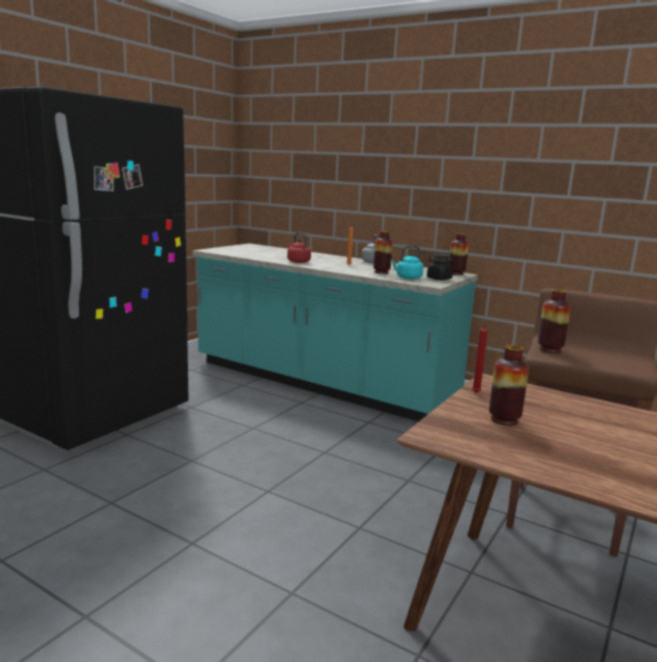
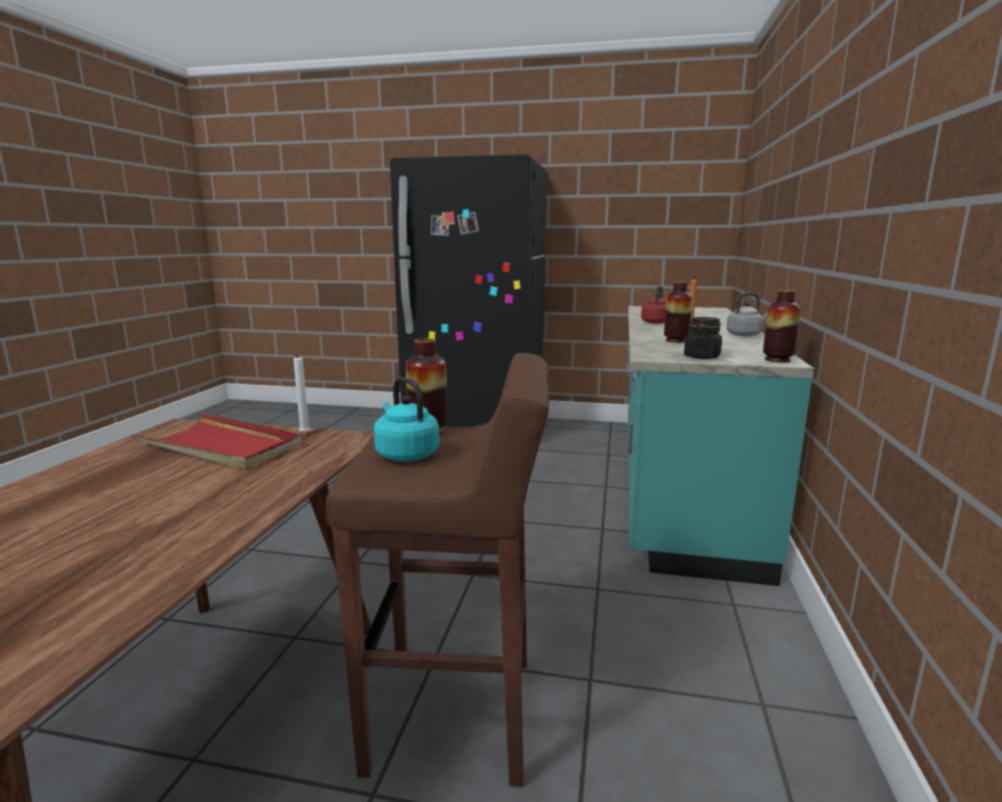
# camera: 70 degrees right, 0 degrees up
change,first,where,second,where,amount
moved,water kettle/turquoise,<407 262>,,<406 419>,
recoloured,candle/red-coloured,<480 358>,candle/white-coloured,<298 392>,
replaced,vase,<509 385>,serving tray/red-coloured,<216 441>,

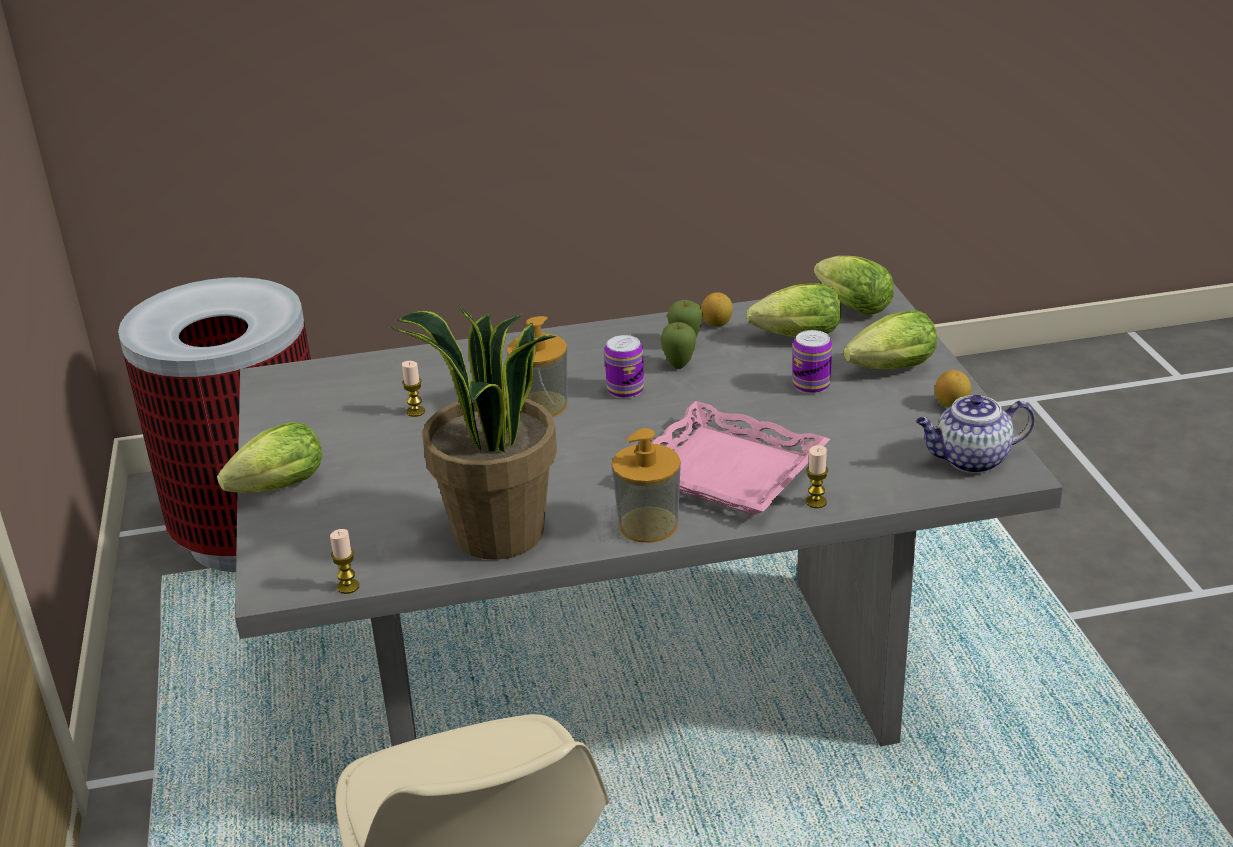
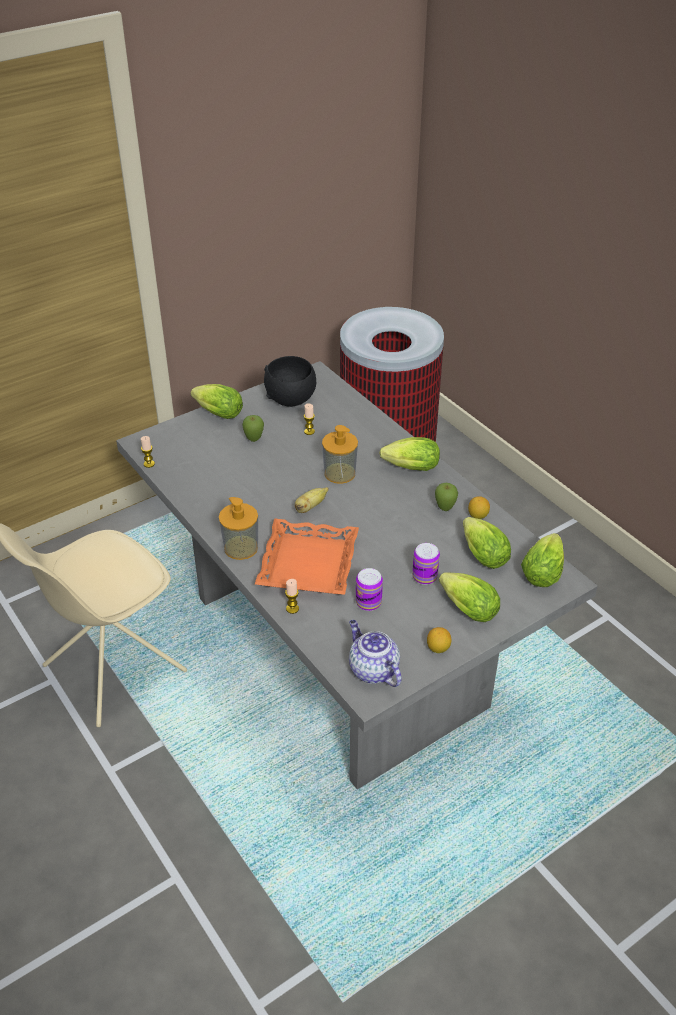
# camera: 65 degrees right, 10 degrees up
change,first,where,second,where,amount
removed,houseplant,<473 433>,,,
moved,whole apple,<678 345>,,<253 428>,
moved,sealed can,<624 367>,,<369 589>,
recoloured,serving tray/pink,<740 458>,serving tray/orange,<307 556>,
added,,,deep dish/blackish,<290 381>,
added,,,lettuce head,<409 454>,
added,,,banana,<311 500>,

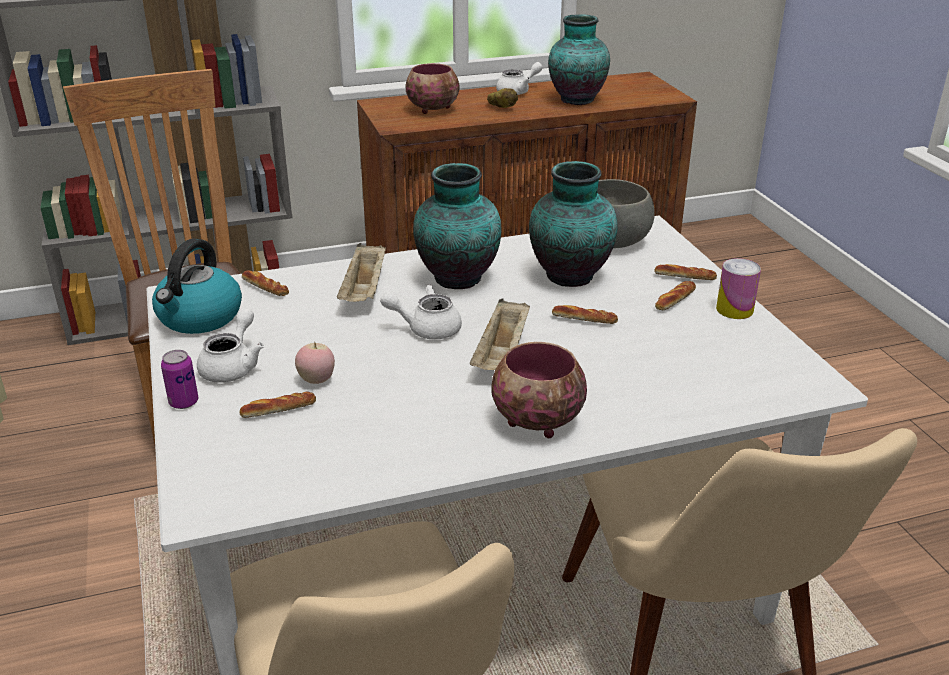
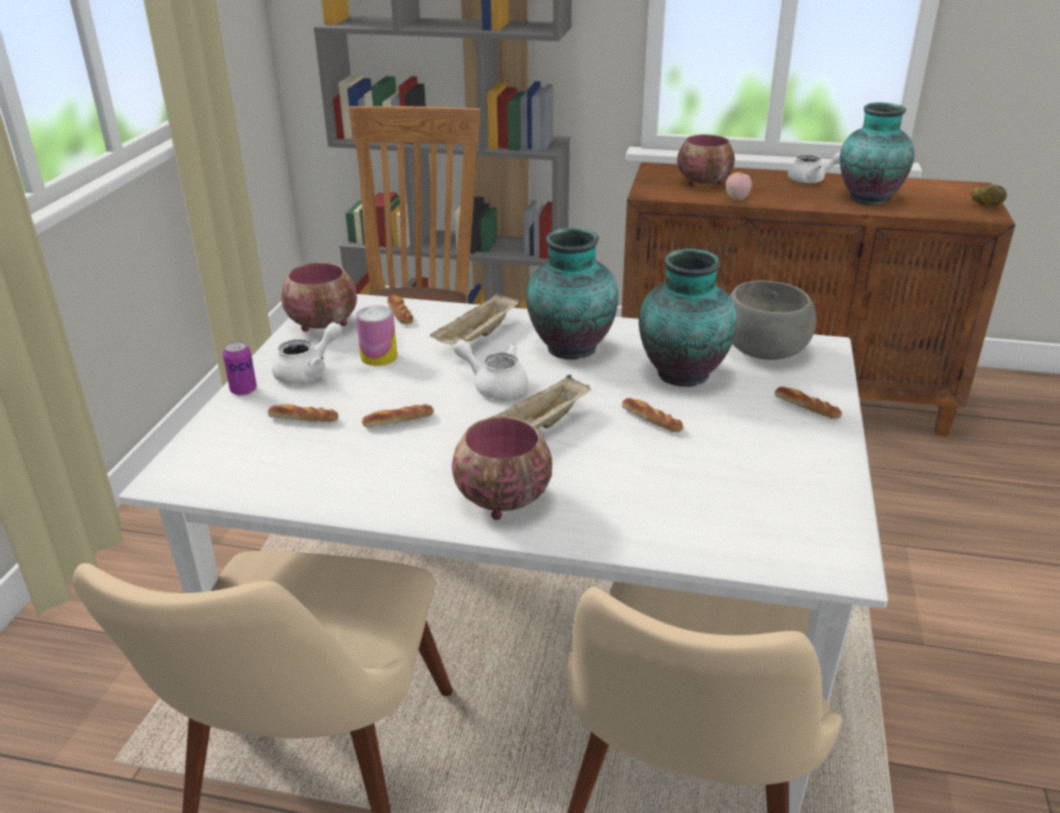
# camera: 30 degrees right, 0 degrees up
change,first,where,second,where,amount
moved,spud,<502 98>,,<988 195>,
replaced,water kettle,<197 286>,deep dish,<319 297>,
moved,sealed can,<738 288>,,<376 335>,
moved,bakery bread,<675 295>,,<398 415>,
moved,whole apple,<315 363>,,<738 185>,

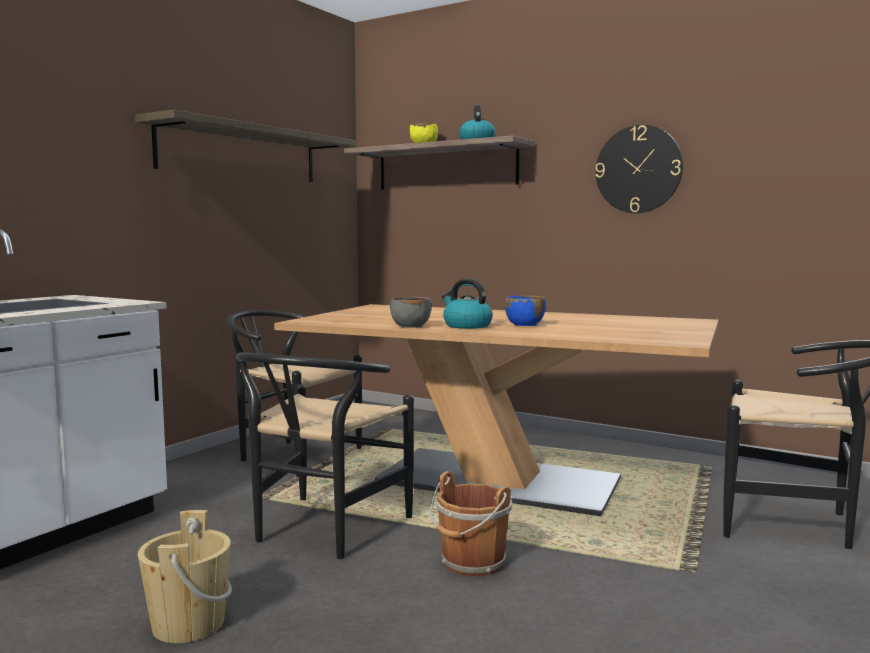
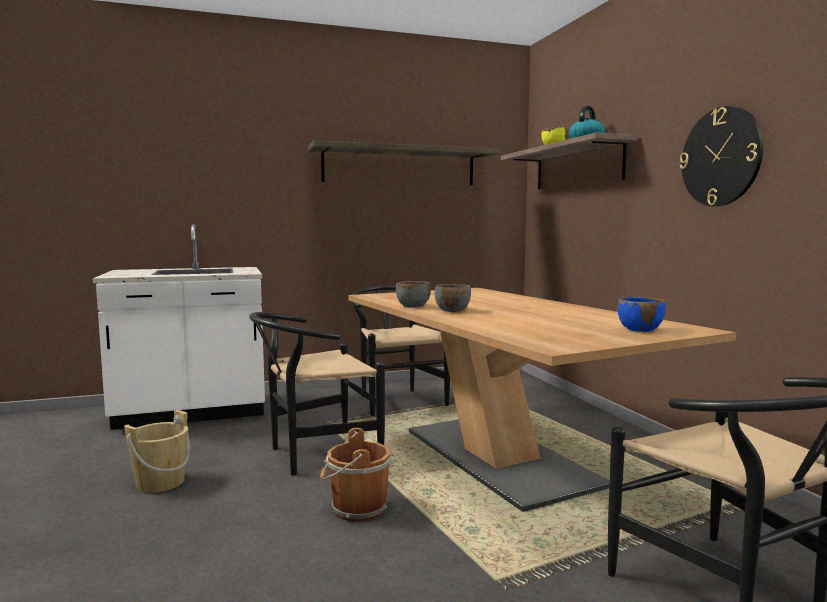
# camera: 40 degrees right, 0 degrees up
change,first,where,second,where,amount
replaced,water kettle,<467 304>,deep dish/greyish,<453 298>,
moved,deep dish/blue-coloured,<525 310>,,<642 314>,

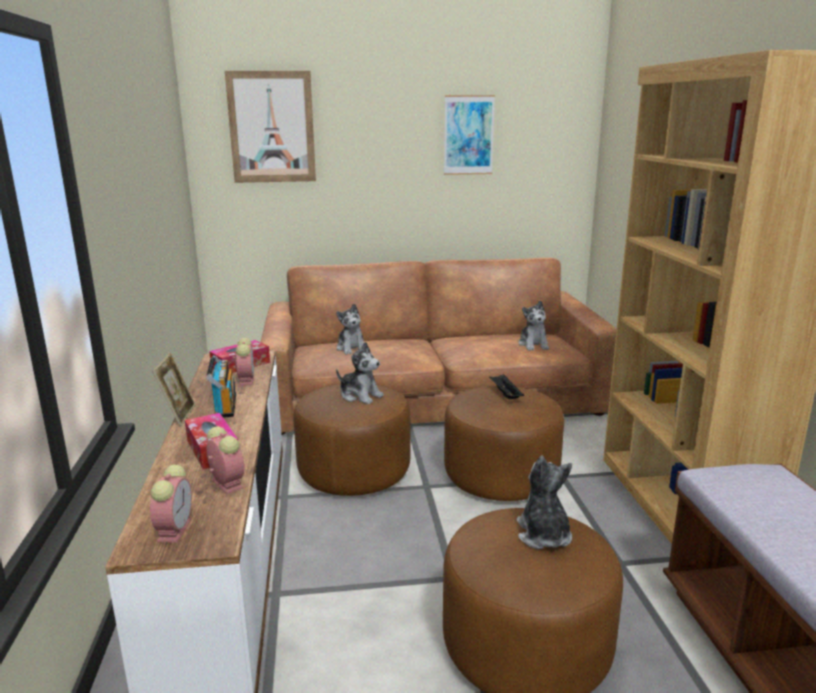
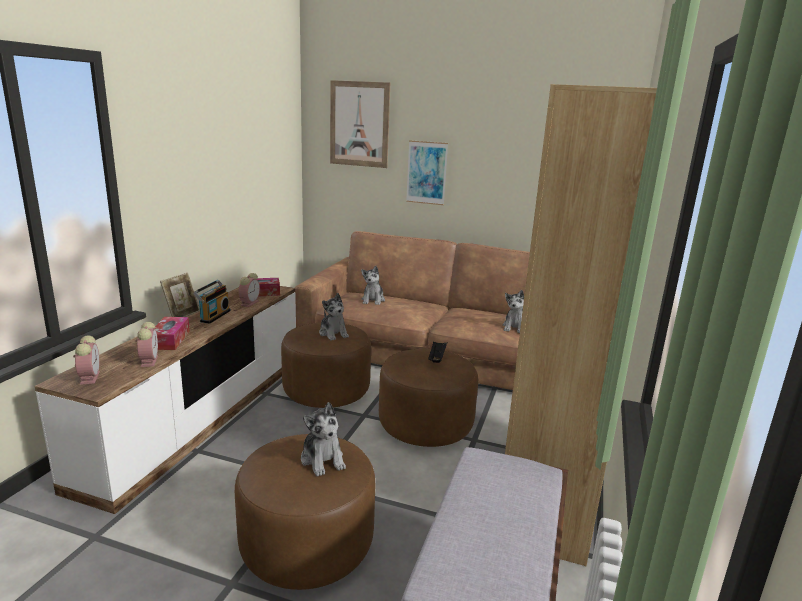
# camera: 25 degrees right, 0 degrees up
change,first,where,second,where,amount
moved,wall picture,<469 135>,,<427 172>,
turned,cuddly toy,<544 502>,,<323 439>,135 degrees clockwise
turned,alarm clock,<171 503>,,<86 360>,45 degrees counterclockwise

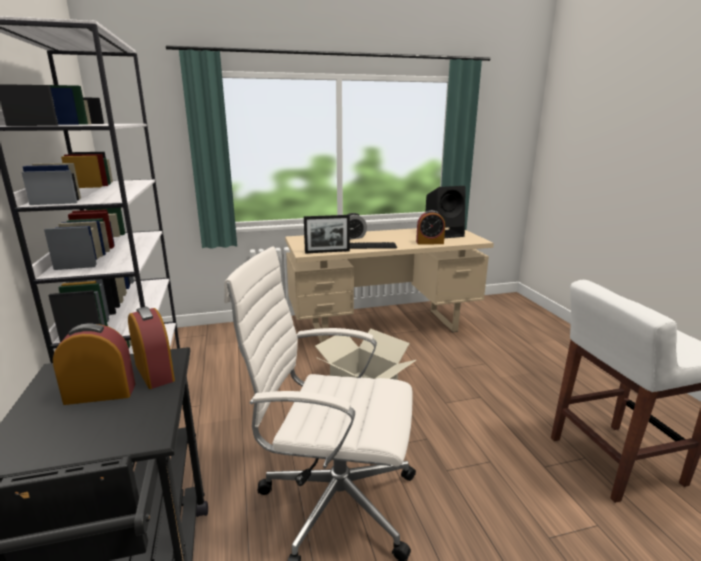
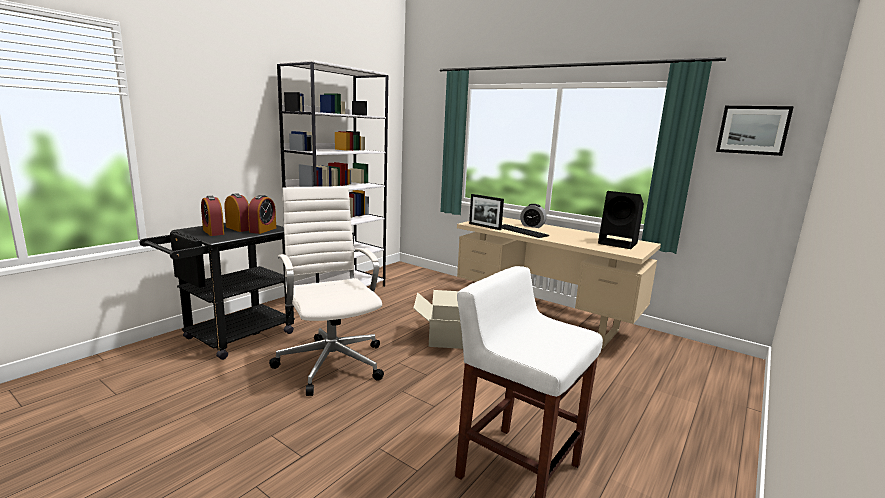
# camera: 50 degrees right, 5 degrees down
change,first,where,second,where,amount
moved,alarm clock,<430 227>,,<212 216>,
added,,,wall picture,<755 131>,

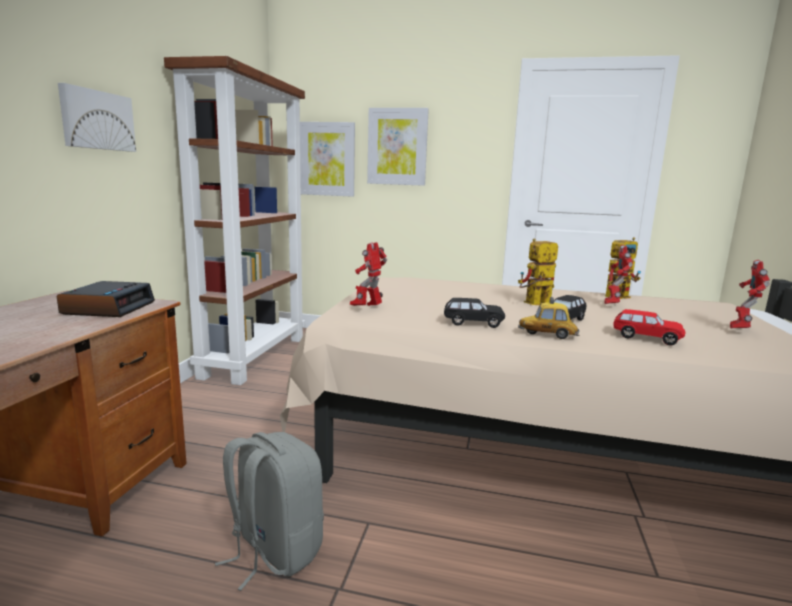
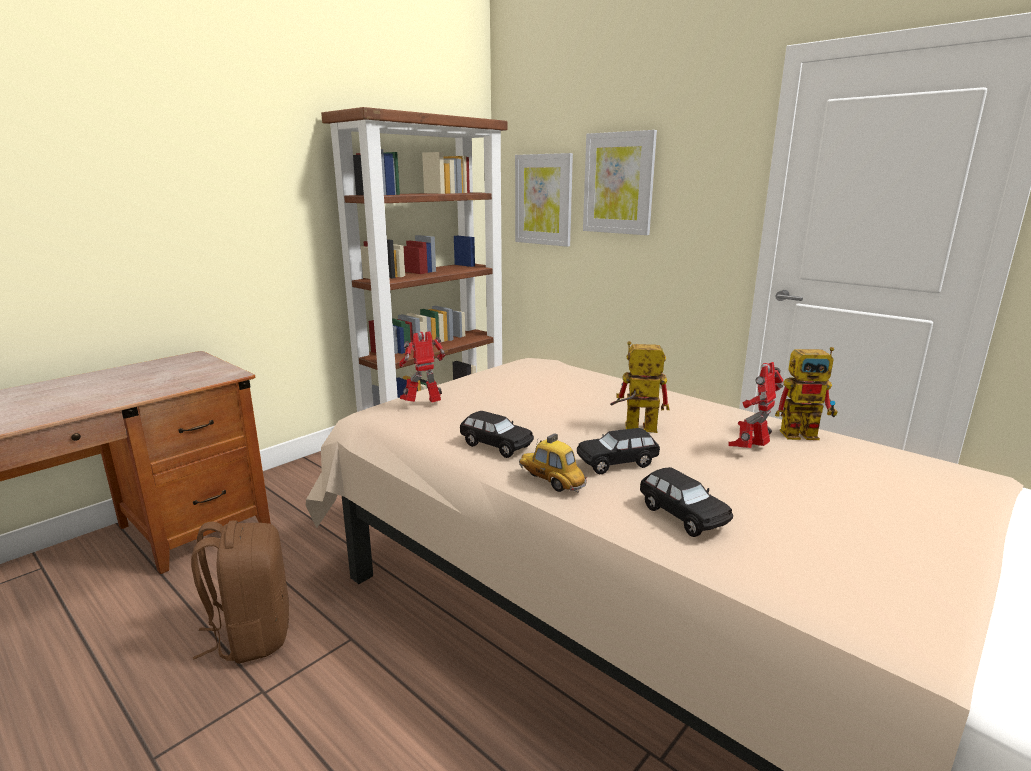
# camera: 30 degrees right, 5 degrees up
change,first,where,second,where,amount
removed,wall picture,<97 117>,,,
removed,robot figure,<750 294>,,,
removed,alarm clock,<105 299>,,,
recoloured,miniature car/red-coloured,<649 327>,miniature car/blackish,<686 502>,
recoloured,knapsack/greyish,<269 511>,knapsack/brownish,<240 592>,

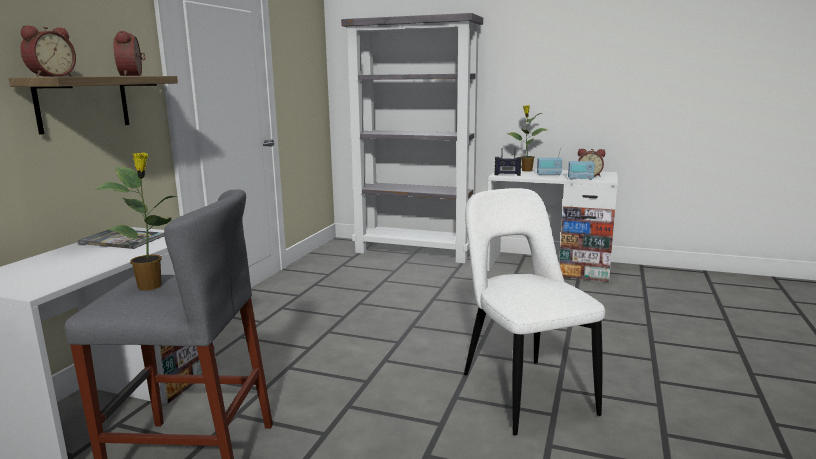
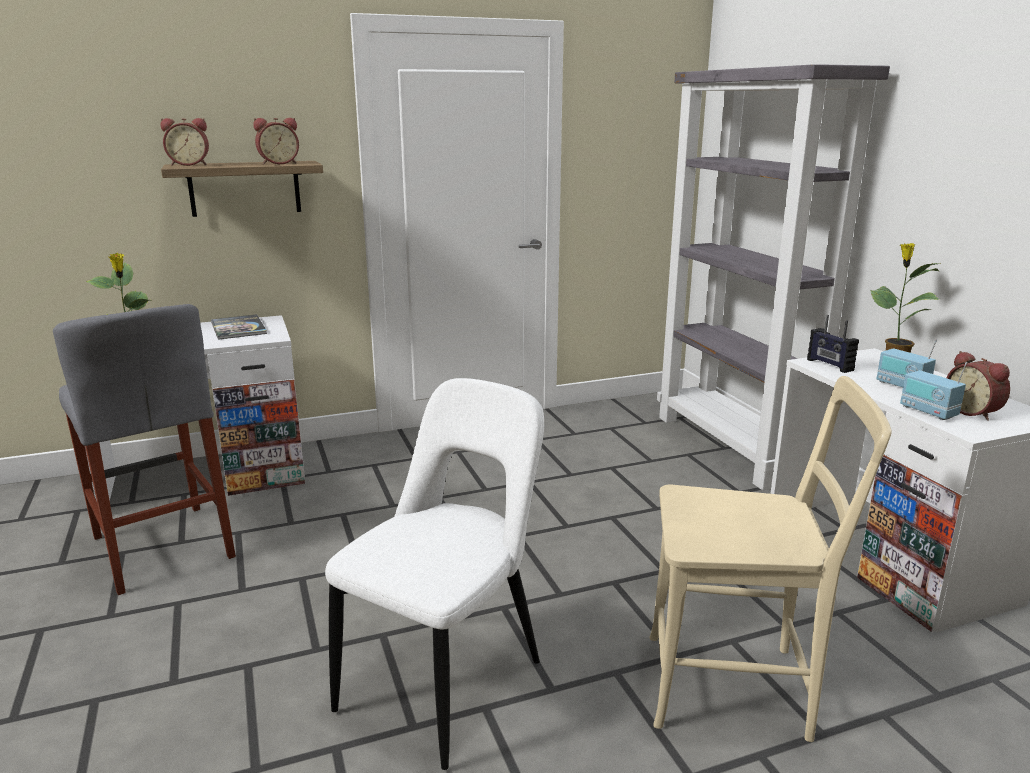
# camera: 50 degrees right, 5 degrees up
change,first,where,second,where,amount
turned,alarm clock,<129 53>,,<276 141>,150 degrees counterclockwise
added,,,upright chair/beige-coloured,<770 559>,

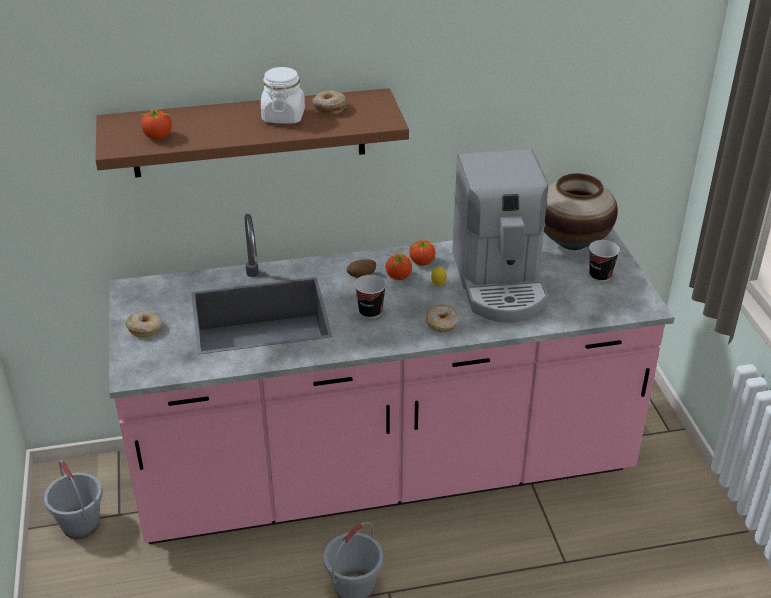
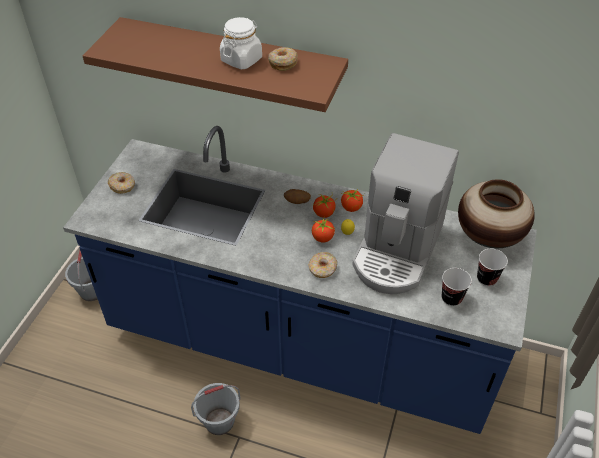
# camera: 30 degrees right, 10 degrees up
change,first,where,second,where,amount
moved,whole tomato,<156 124>,,<323 230>,
recoloured,kitchen counter/pink,<392 379>,kitchen counter/blue-coloured,<300 280>,
moved,drinking cup,<370 297>,,<457 287>,

